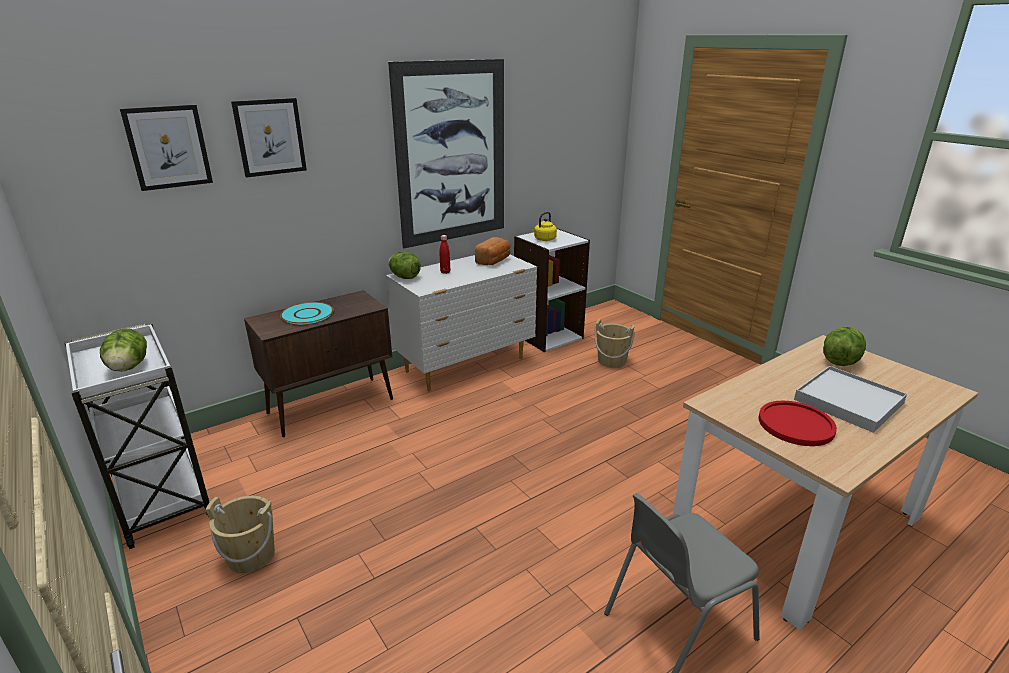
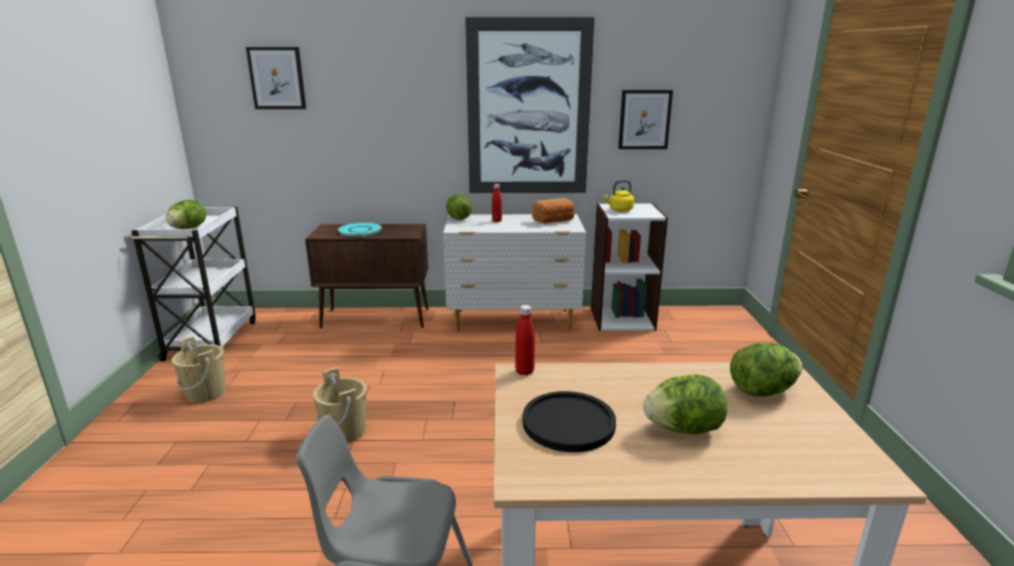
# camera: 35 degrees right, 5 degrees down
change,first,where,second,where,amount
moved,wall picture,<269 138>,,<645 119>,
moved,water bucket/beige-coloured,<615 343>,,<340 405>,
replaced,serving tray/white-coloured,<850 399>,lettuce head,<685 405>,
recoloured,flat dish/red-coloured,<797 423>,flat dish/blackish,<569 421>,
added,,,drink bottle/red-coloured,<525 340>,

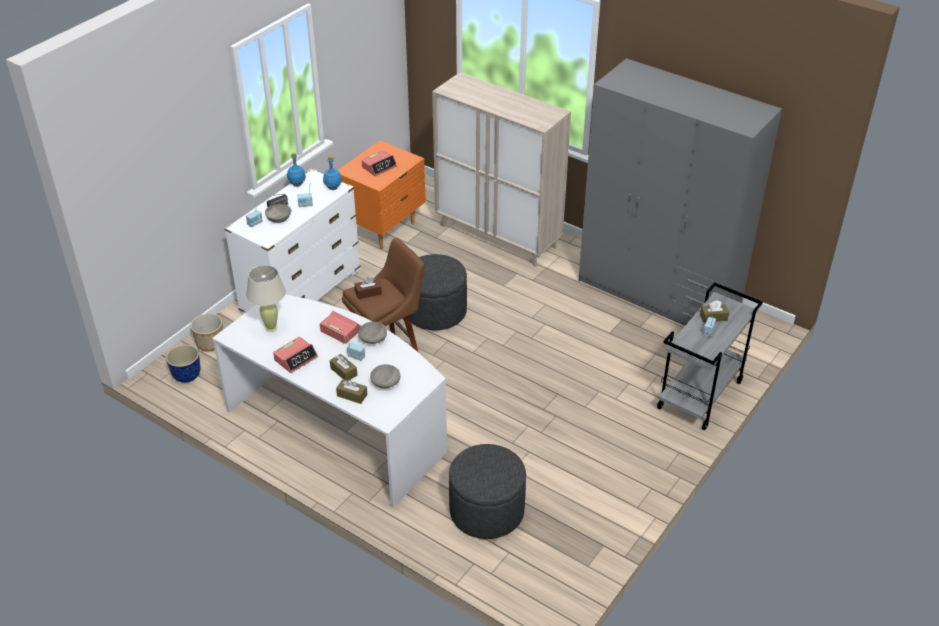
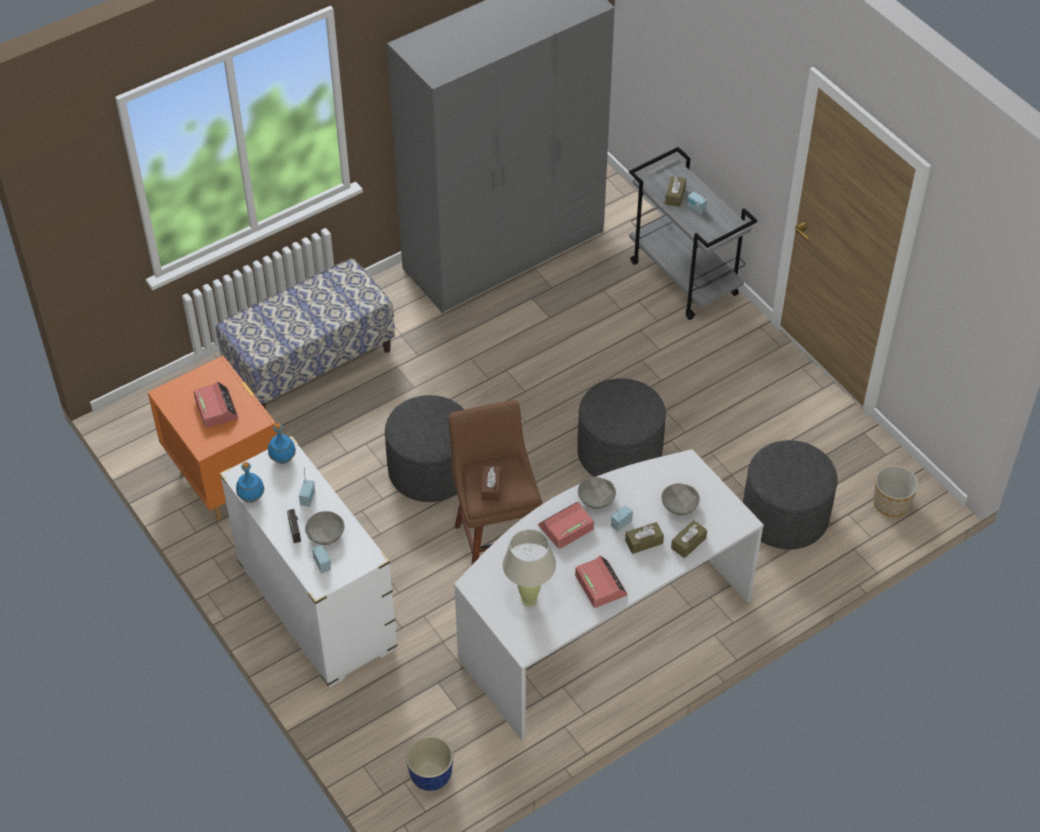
# camera: 70 degrees left, 10 degrees up
change,first,where,second,where,amount
replaced,cabinet/beige-coloured,<501 169>,bench,<305 334>,
moved,planter,<206 332>,,<895 491>,
added,,,ottoman/greyish,<621 427>,

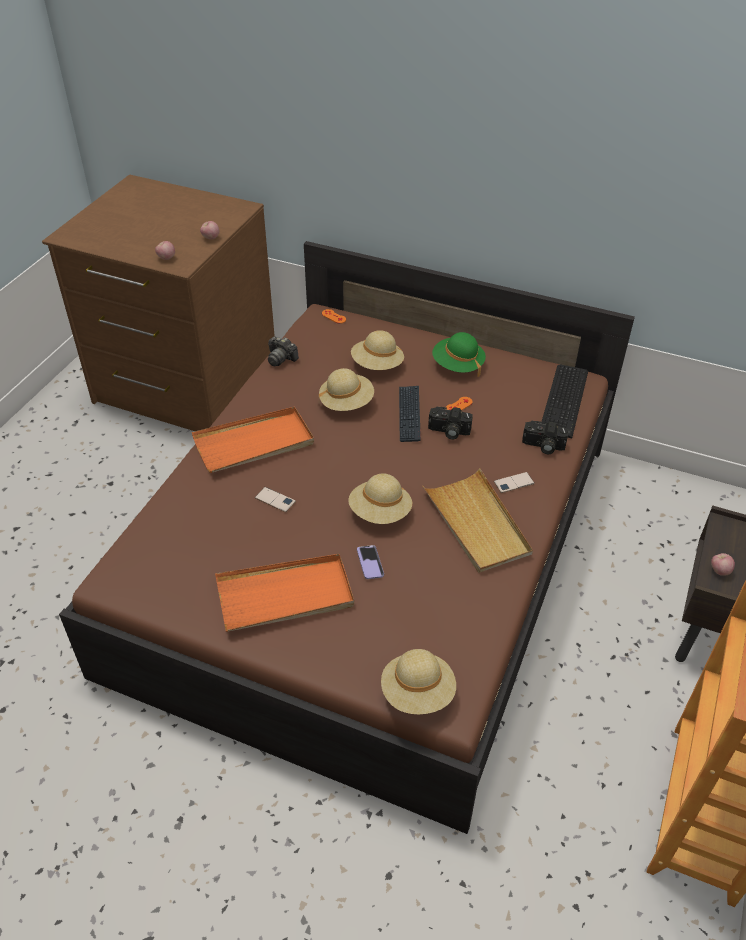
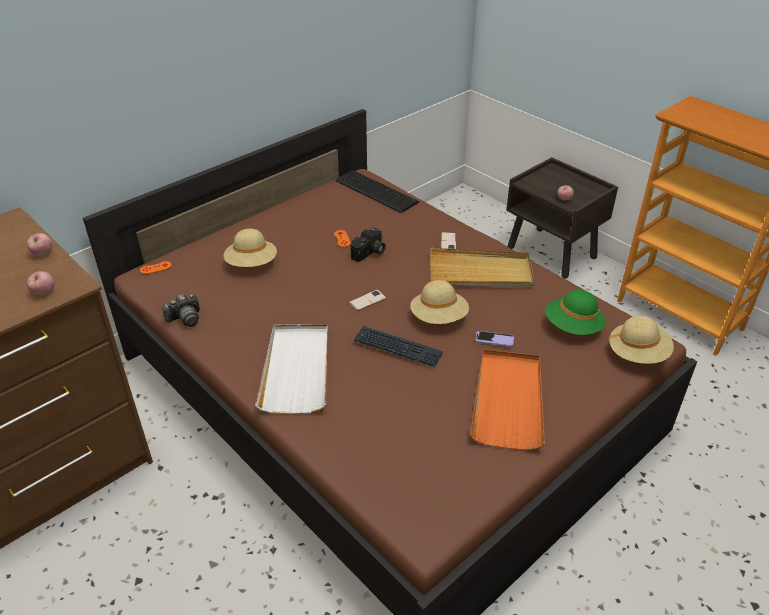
# camera: 65 degrees left, 5 degrees down
change,first,where,second,where,amount
moved,hat/green,<459 354>,,<575 312>,
removed,hat/beige-coloured,<346 389>,,,
moved,PC keyboard,<410 414>,,<398 346>,
recoloured,serving tray/orange,<253 440>,serving tray/white-coloured,<291 369>,
removed,still camera,<545 437>,,,
moved,phone,<275 499>,,<368 300>,

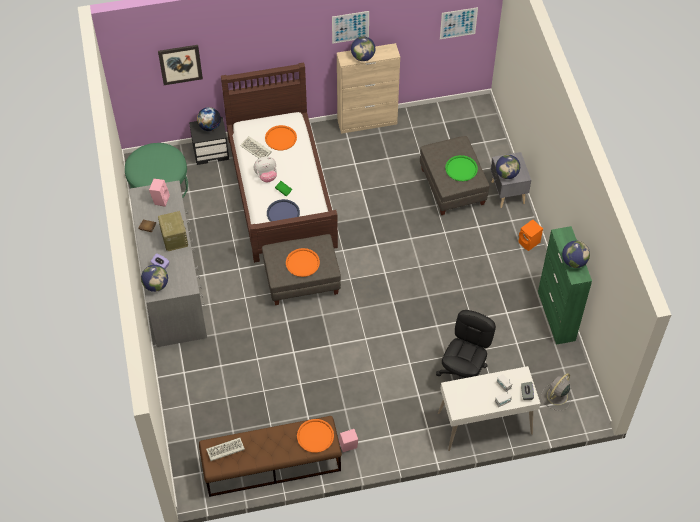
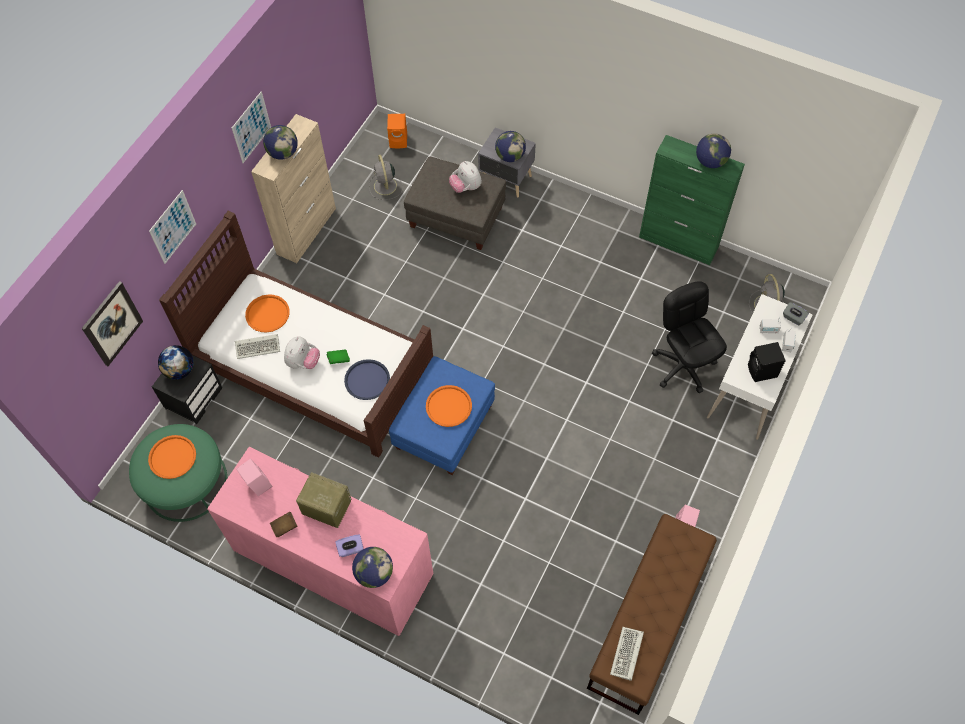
# camera: 50 degrees left, 5 degrees up
change,first,where,second,where,amount
moved,wall picture,<459 23>,,<172 227>,
replaced,serving tray/green,<461 168>,cuddly toy,<465 177>,
recoloured,drawer chest/greyish,<168 263>,drawer chest/pink,<320 541>,
moved,loudspeaker/orange,<530 235>,,<397 131>,
recoloured,ottoman/greyish,<301 269>,ottoman/blue-coloured,<442 415>,
moved,serving tray/orange,<315 436>,,<172 457>,
added,,,cooling fan/greyish,<386 177>,
added,,,loudspeaker/blackish,<767 362>,

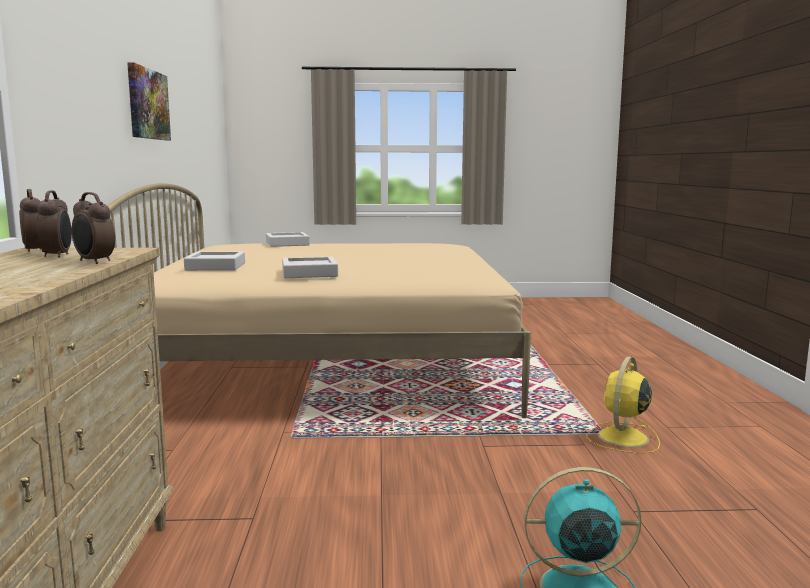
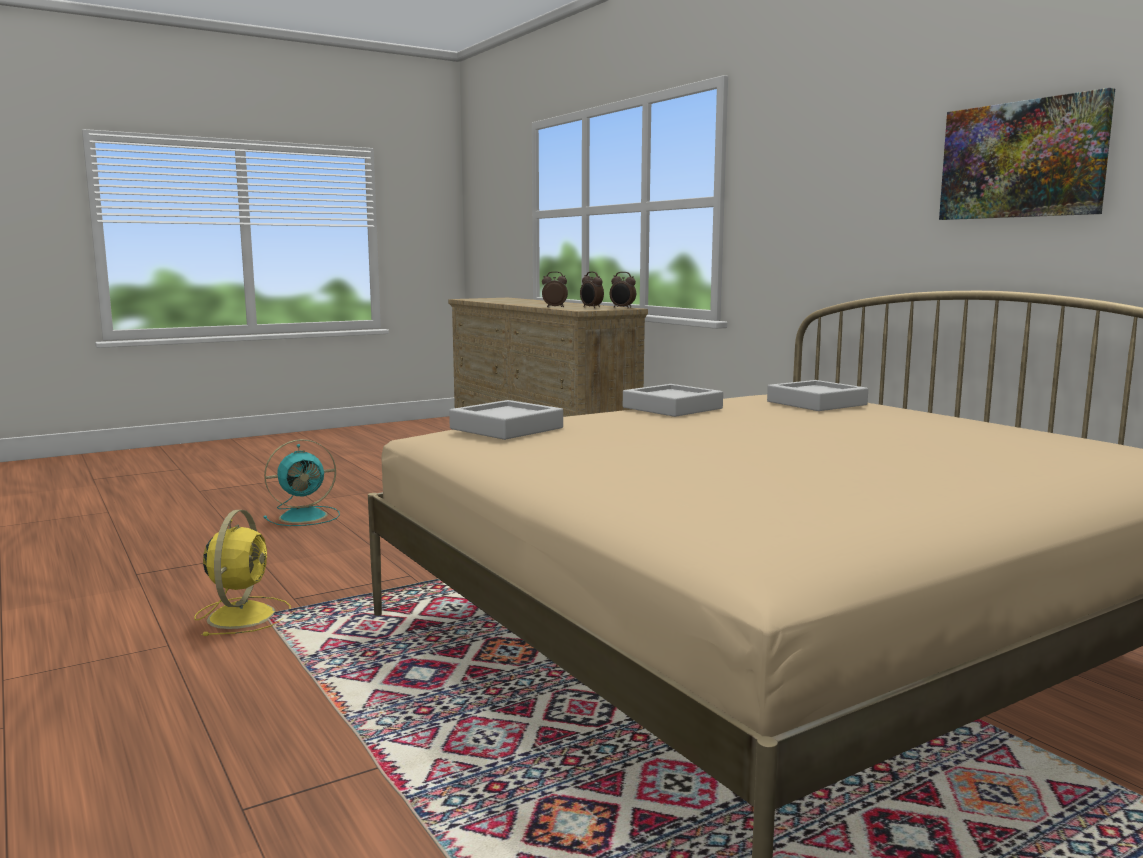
# camera: 150 degrees right, 0 degrees up
change,first,where,second,where,amount
moved,serving tray/greyish,<288 239>,,<506 420>,

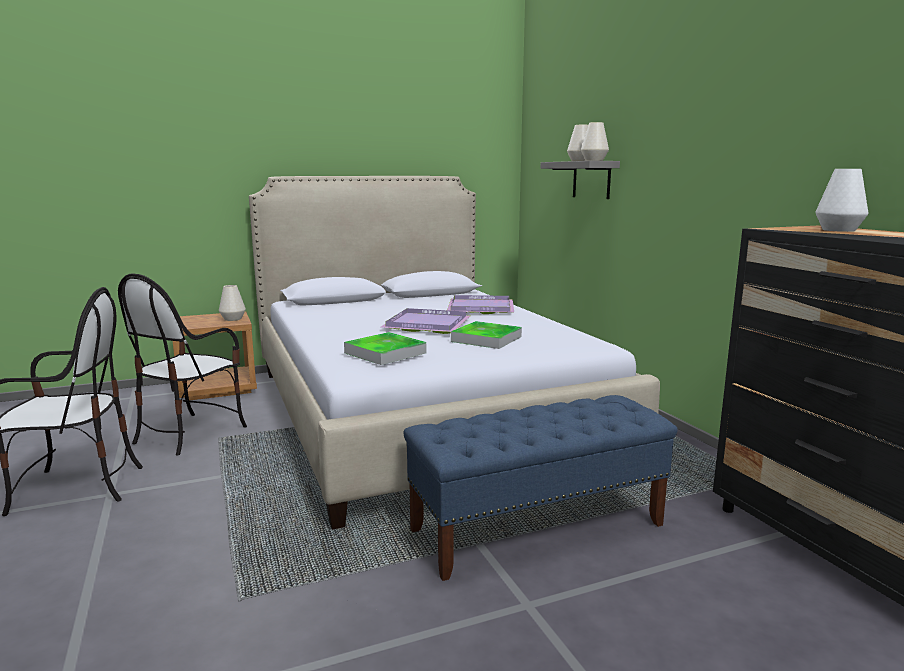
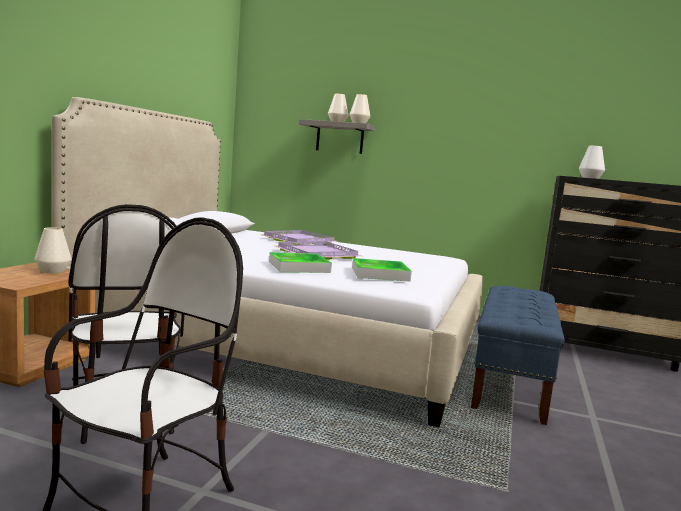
# camera: 50 degrees left, 5 degrees down
change,first,where,second,where,amount
moved,serving tray,<486 335>,,<300 262>,

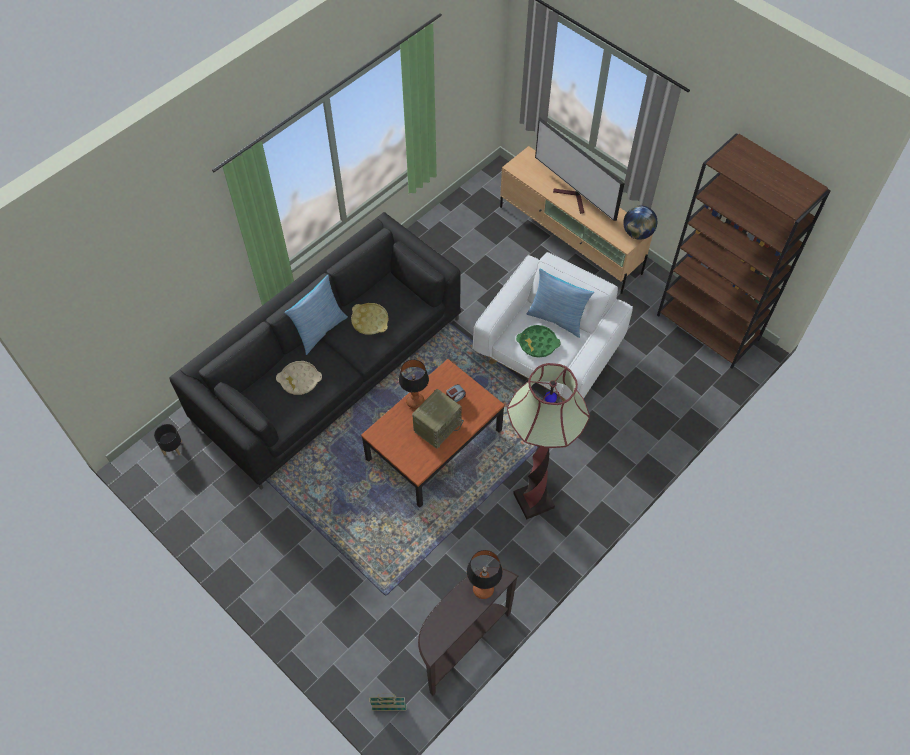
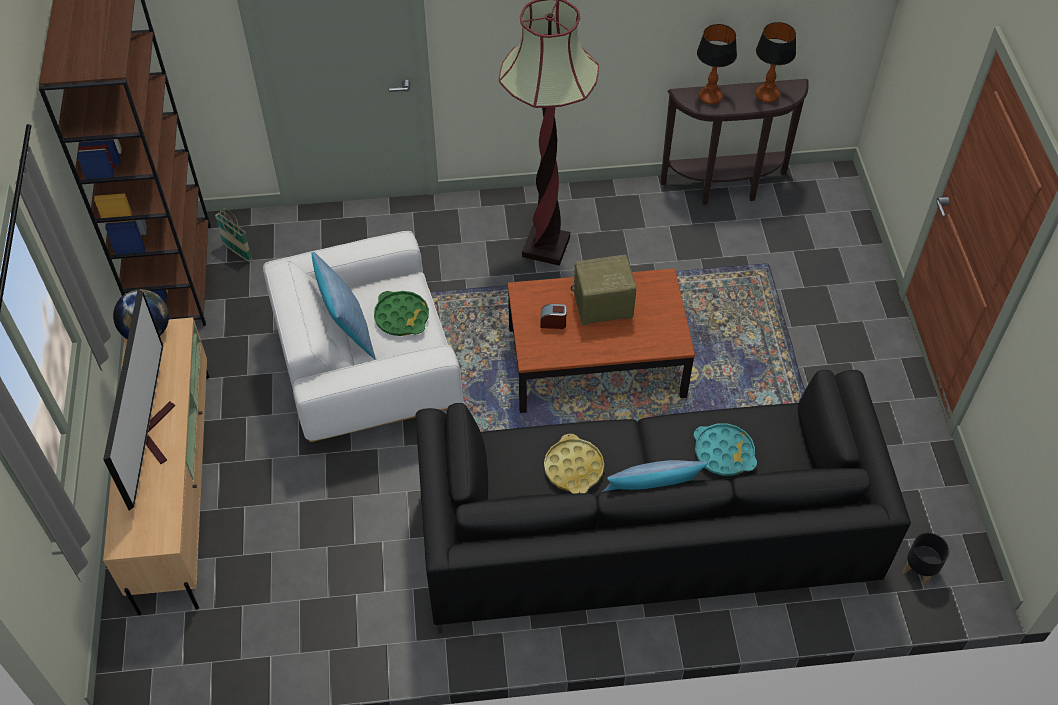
# camera: 140 degrees left, 5 degrees down
change,first,where,second,where,amount
moved,table lamp,<414 384>,,<776 62>,
recoloured,serving tray/beige-coloured,<299 378>,serving tray/turquoise,<725 449>,
moved,basket,<388 702>,,<234 235>,

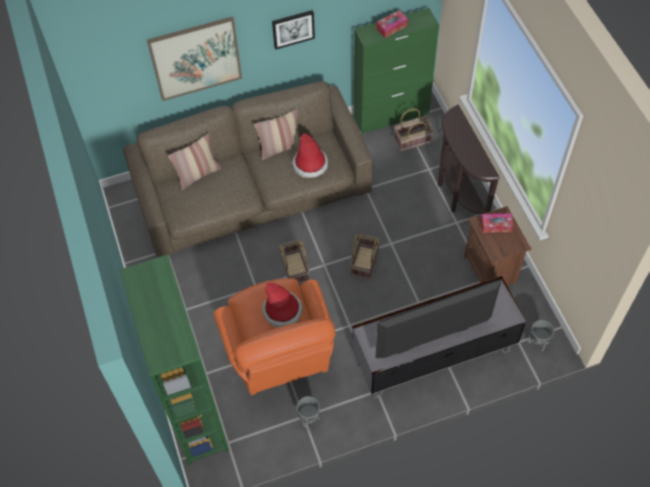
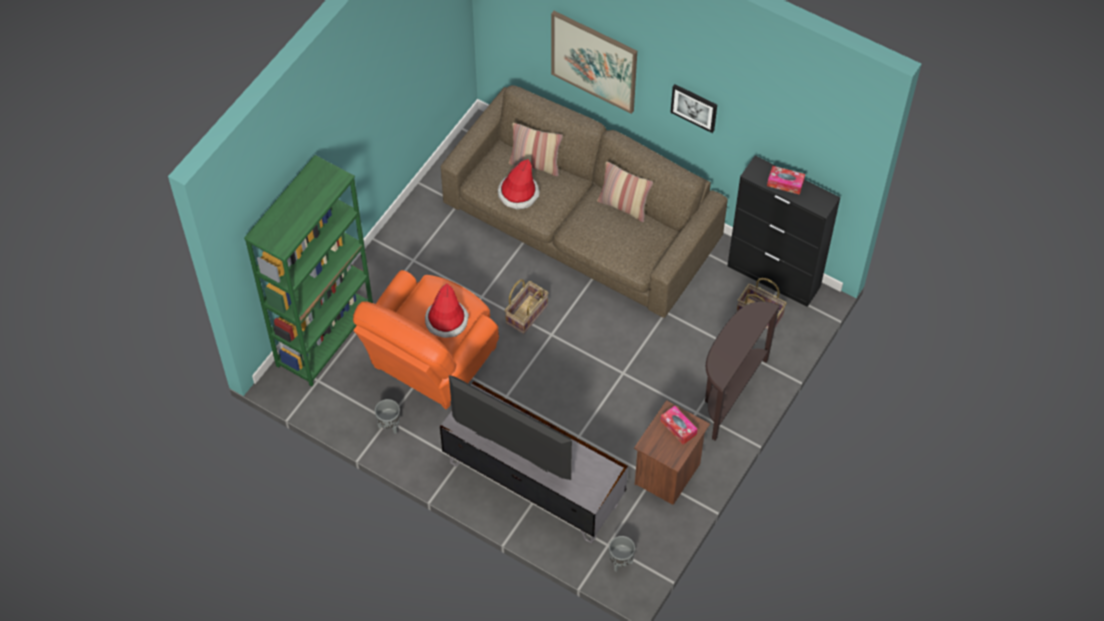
# camera: 50 degrees right, 0 degrees up
change,first,where,second,where,amount
recoloured,cabinet/green,<396 71>,cabinet/blackish,<784 231>,
moved,hat,<310 155>,,<519 184>,
removed,basket,<365 257>,,,

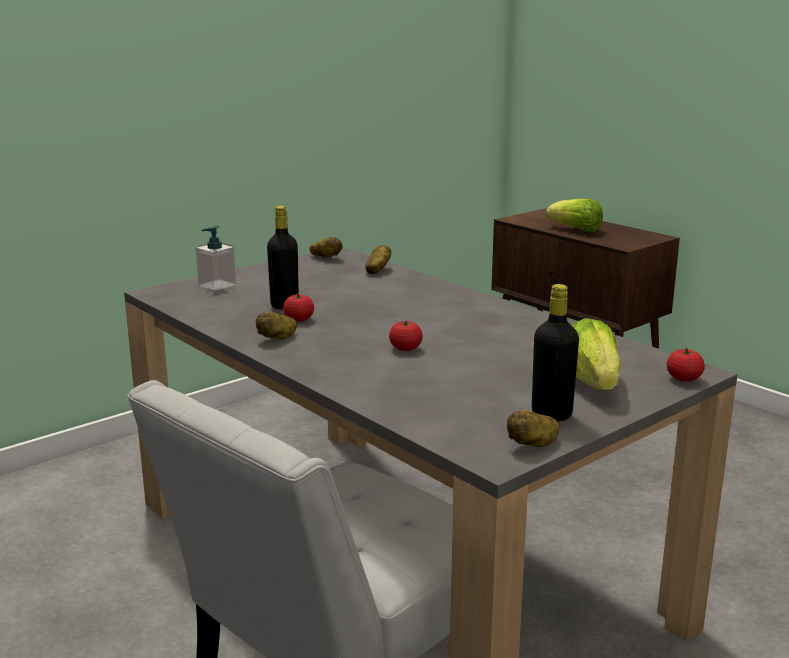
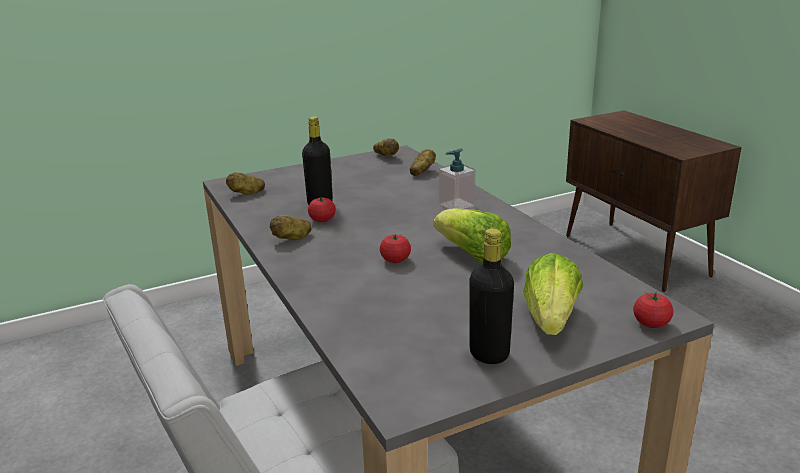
# camera: 15 degrees right, 5 degrees up
change,first,where,second,where,amount
moved,lettuce head,<574 215>,,<472 235>,
moved,soap dispenser,<215 258>,,<457 179>,
moved,spud,<533 428>,,<245 183>,

